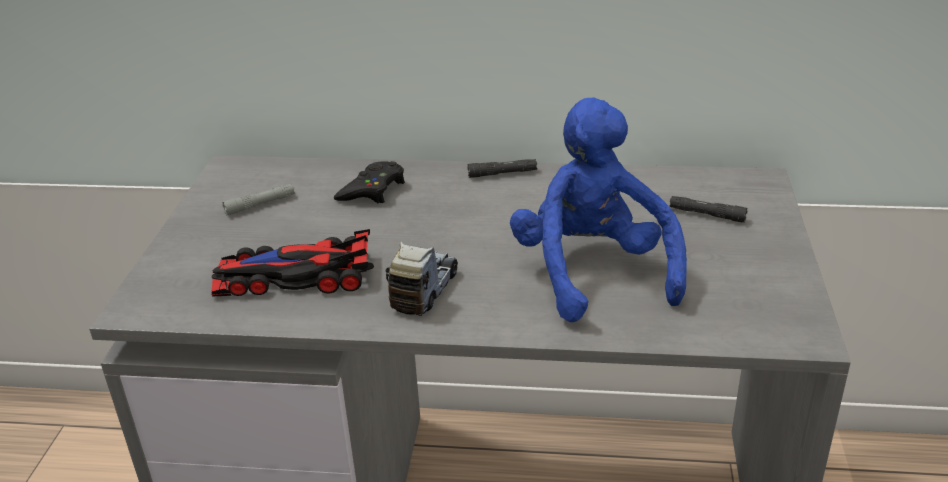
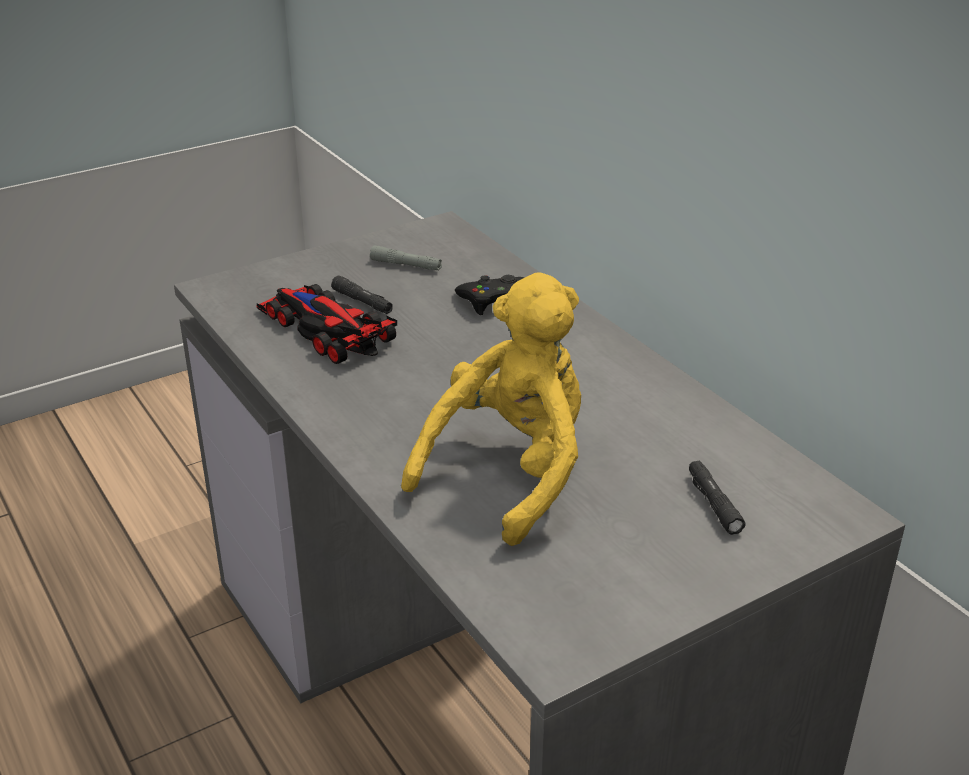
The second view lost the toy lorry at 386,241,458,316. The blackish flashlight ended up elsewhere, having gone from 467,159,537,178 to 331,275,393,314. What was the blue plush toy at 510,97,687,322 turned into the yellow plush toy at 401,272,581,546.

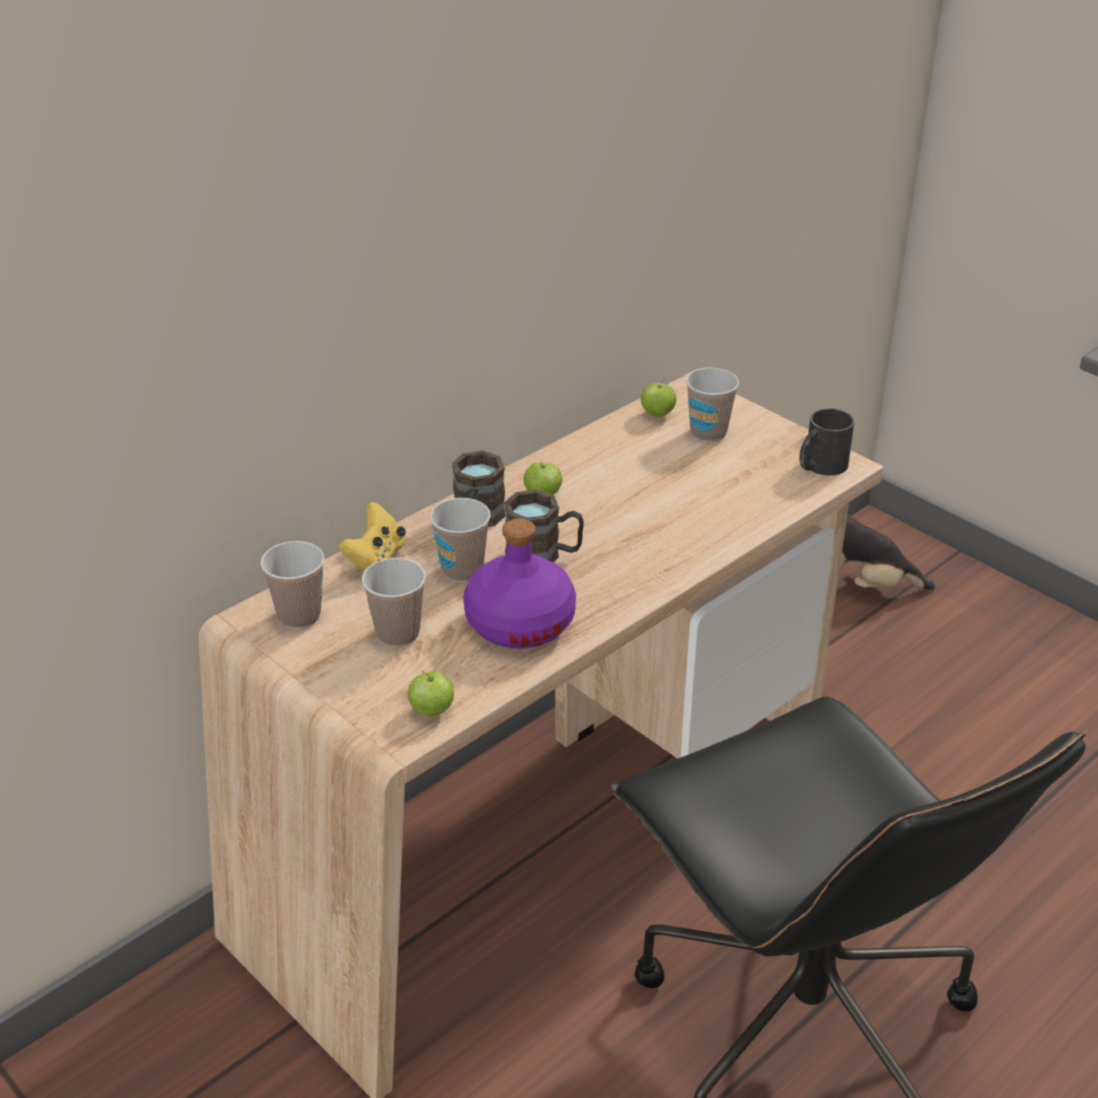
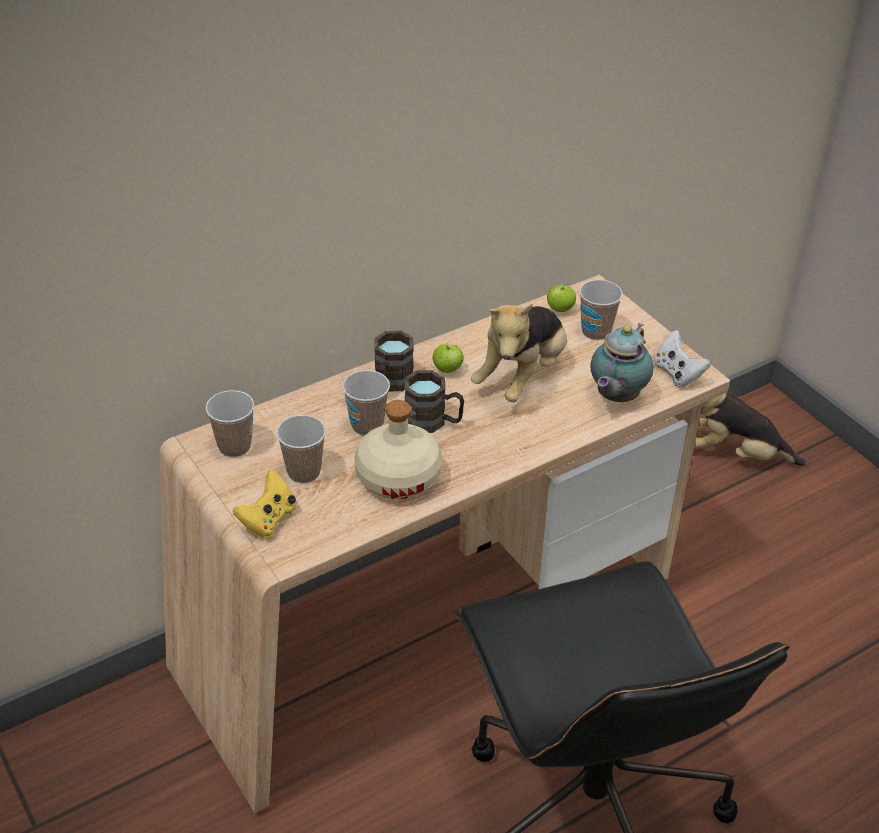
The yellow gamepad ended up elsewhere, having gone from 339,502,406,571 to 233,470,296,538. The second view lost the apple fruit at 407,671,454,717. What was the purplish beverage bottle at 463,518,576,648 turned into the beige-coloured beverage bottle at 354,400,442,499. Where the blackish mug stood at 799,408,854,476, the whitish gamepad came to stand at 654,330,711,387. The second view gained the plush toy at 471,304,567,402. The second view gained the pot for tea at 591,323,654,402.

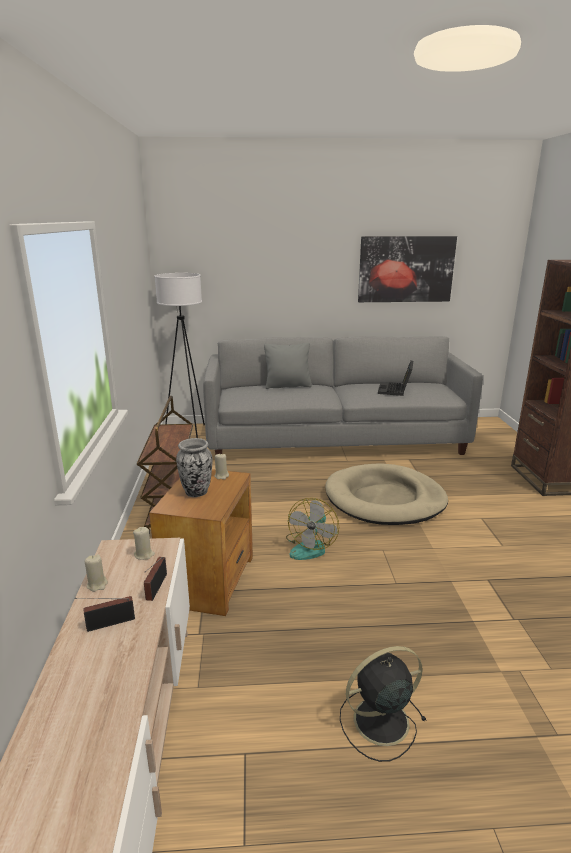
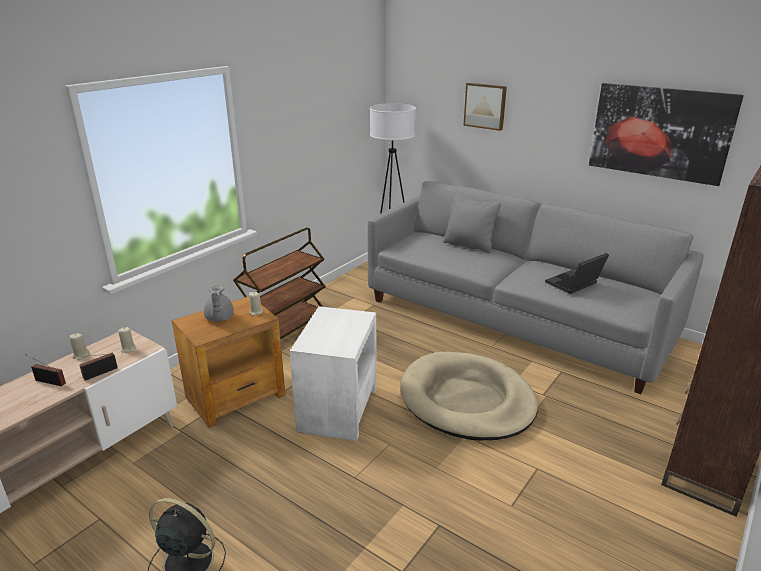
Where the vase stood at 176,438,212,497, the grey pot for tea came to stand at 204,286,234,322. Where the fan stood at 286,498,339,560, the whitish end table came to stand at 290,306,377,441. The second view gained the wall picture at 463,83,507,131.

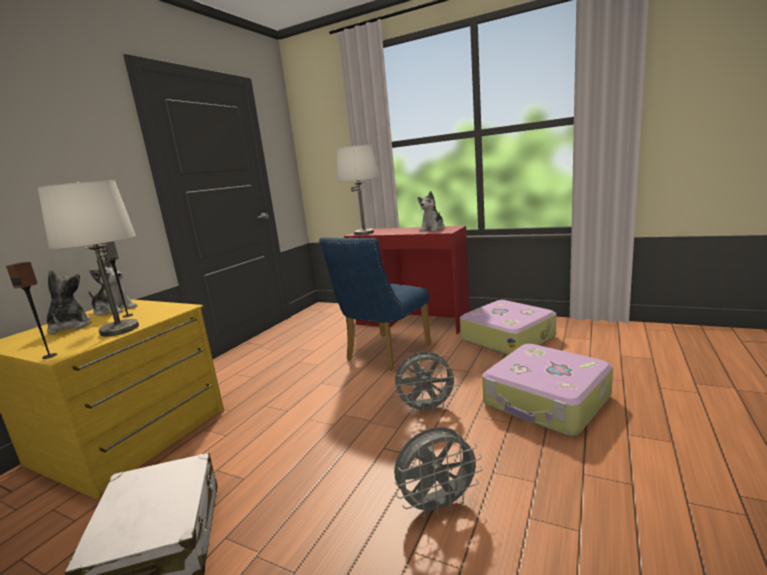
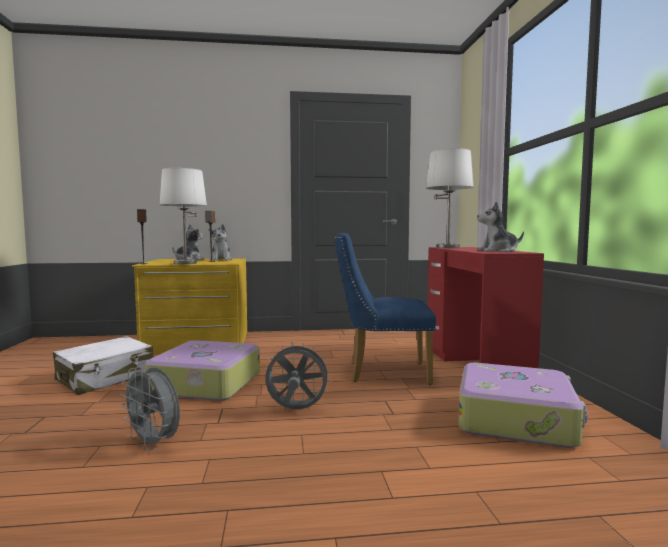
The grey fan at 393,351,459,414 ended up facing another way, 135 degrees clockwise from before. The piece of luggage ended up elsewhere, having gone from 482,344,613,436 to 145,340,260,401.

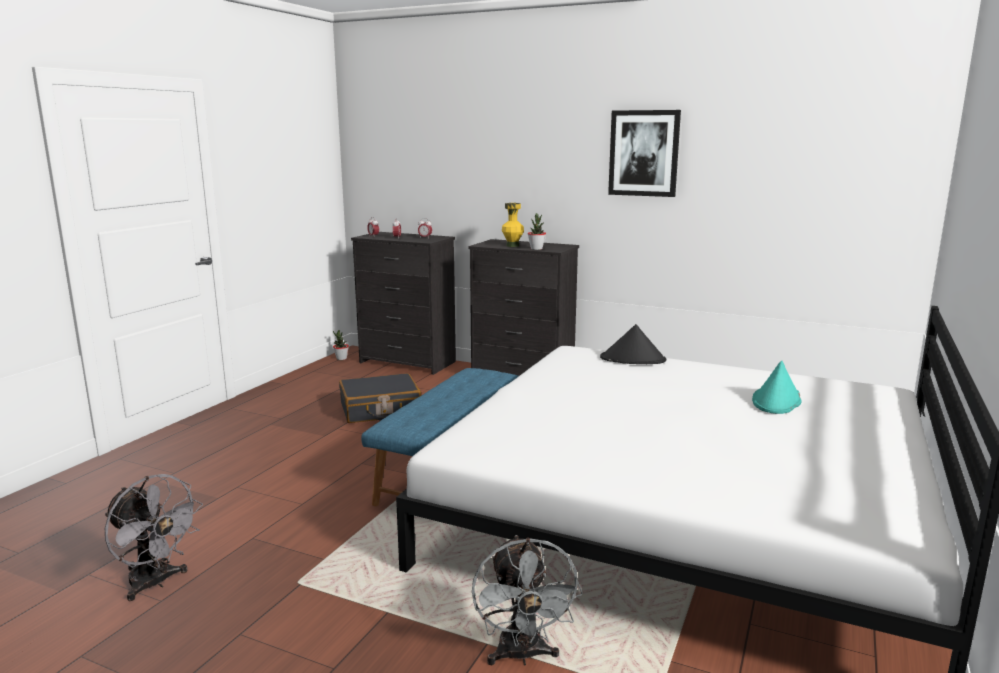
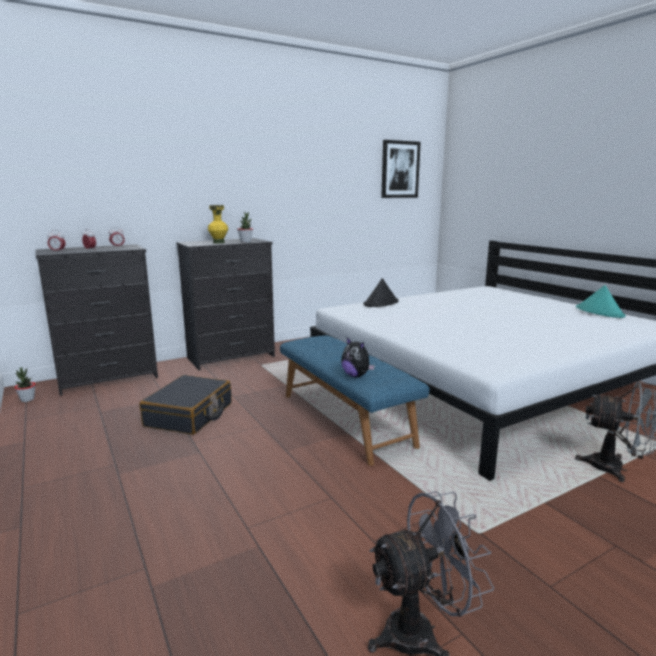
The wall picture ended up elsewhere, having gone from 608,110,681,197 to 381,140,421,198. The turquoise-coloured clothing hat ended up elsewhere, having gone from 752,361,802,414 to 576,285,626,318. The second view gained the plush toy at 341,338,375,377.

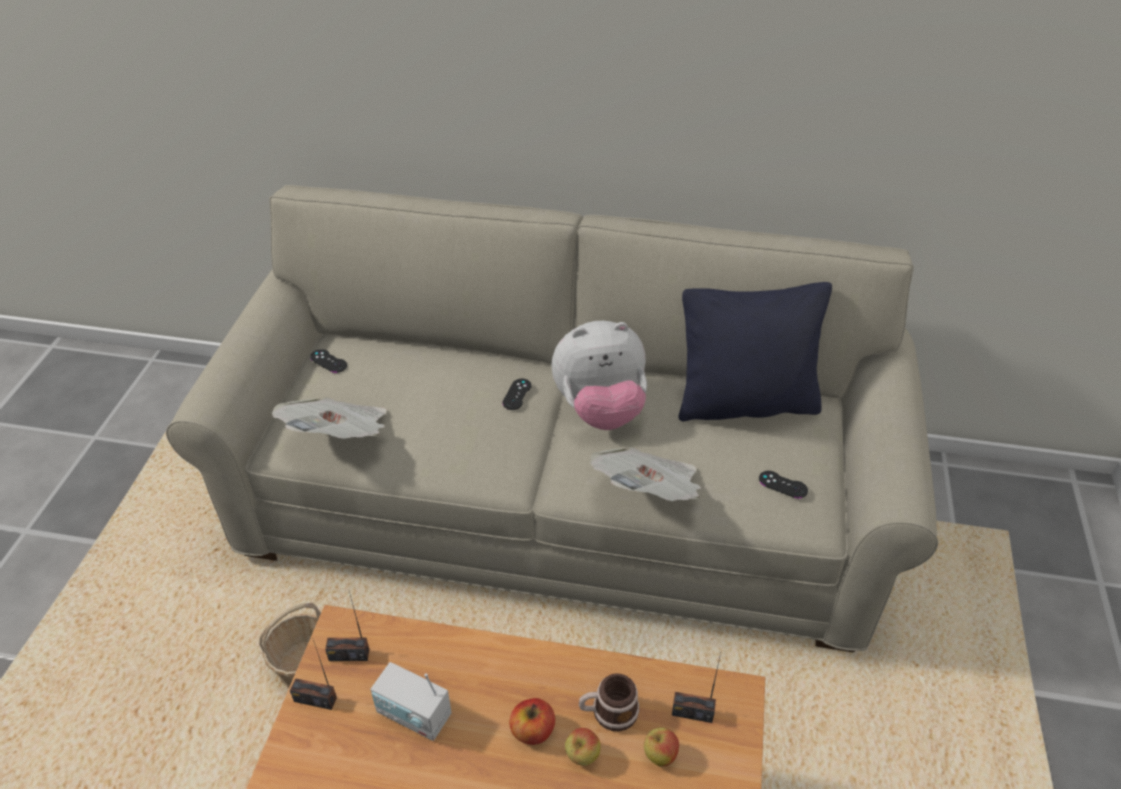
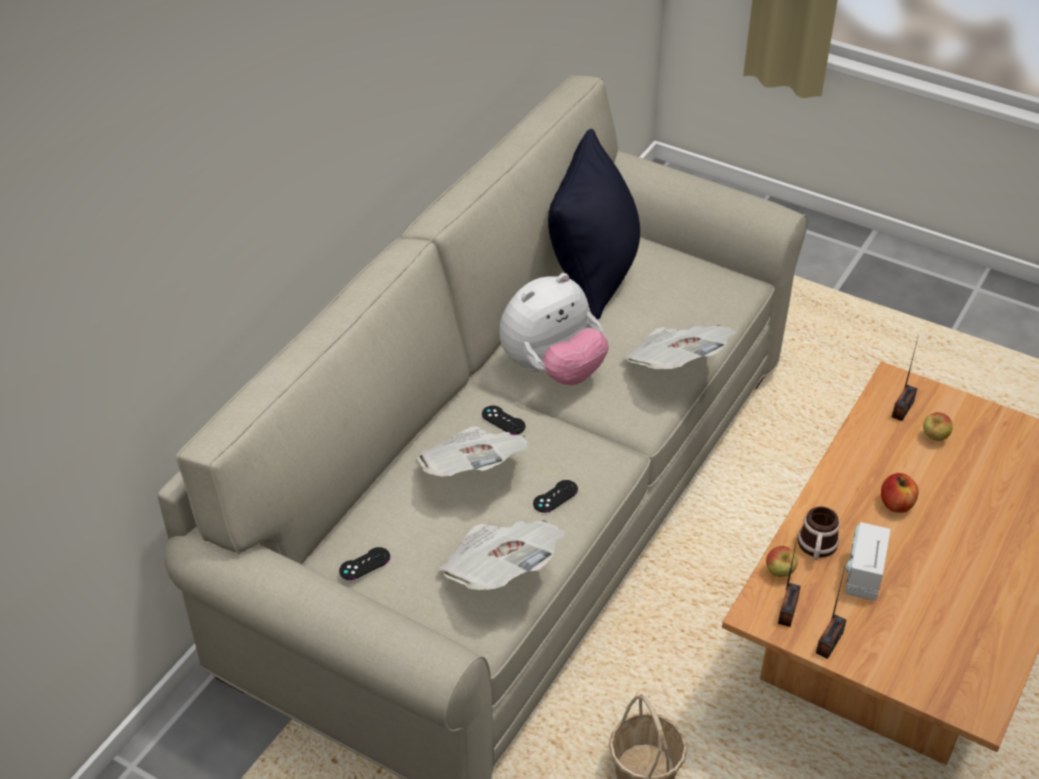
The radio receiver at 370,662,452,741 ended up facing another way, 150 degrees clockwise from before. The plush toy at 551,321,647,430 ended up facing another way, 45 degrees clockwise from before. The apple fruit ended up elsewhere, having gone from 565,728,601,766 to 766,546,798,577. The mug ended up elsewhere, having gone from 579,673,639,731 to 798,506,840,560. The blackish gamepad ended up elsewhere, having gone from 759,471,808,498 to 533,480,578,513. The second view gained the printed paper at 417,426,528,476.

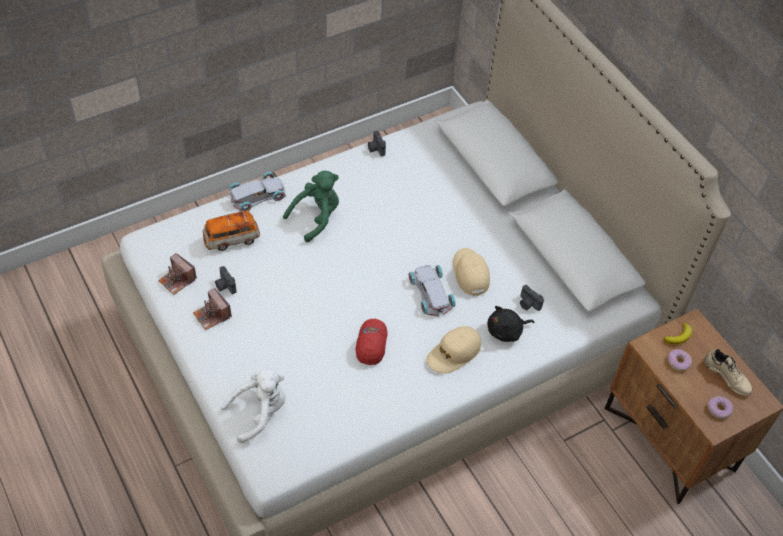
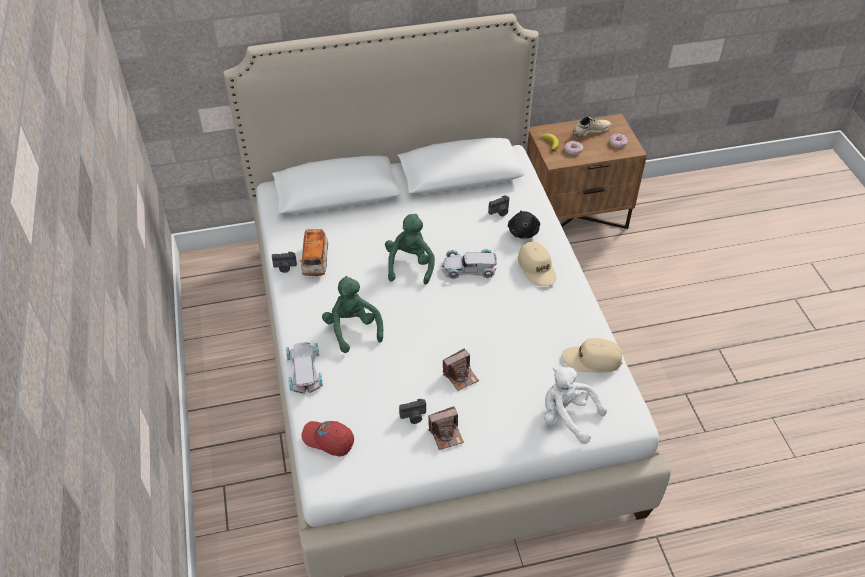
The still camera ended up elsewhere, having gone from 158,253,197,295 to 443,348,479,391. The model car ended up elsewhere, having gone from 202,211,260,251 to 300,229,328,276. The whitish plush toy at 221,369,286,443 ended up facing another way, 45 degrees counterclockwise from before. The reddish cap ended up elsewhere, having gone from 356,319,388,365 to 301,421,354,457. The beige-coloured cap ended up elsewhere, having gone from 453,248,490,296 to 562,338,622,373. The second view gained the green plush toy at 385,214,435,284.

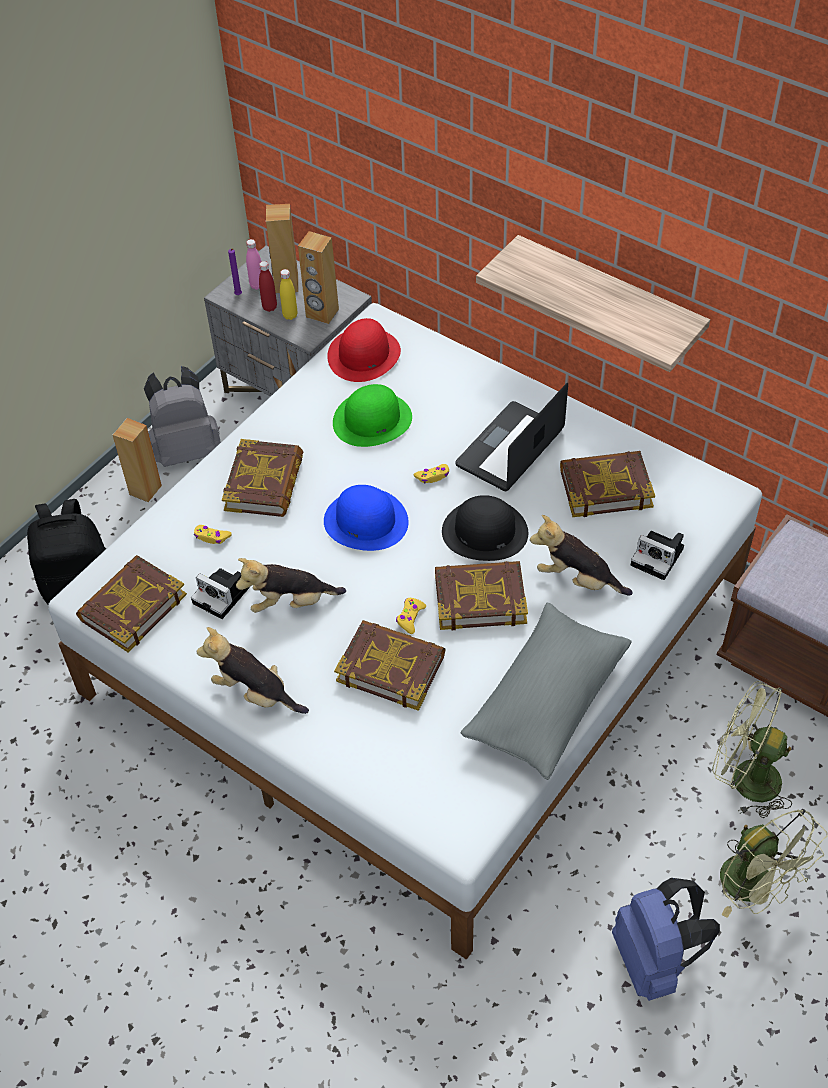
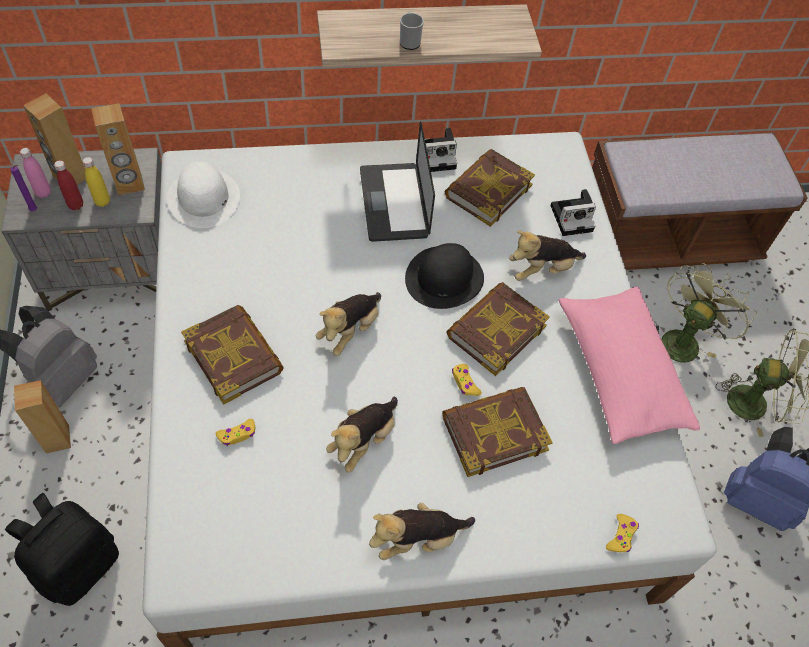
The second view lost the volume at 76,555,187,652. The still camera ended up elsewhere, having gone from 191,568,250,619 to 425,128,457,172. Where the blue clothing hat stood at 324,485,409,551, the plush toy came to stand at 316,292,381,356. What was the reddish clothing hat at 327,318,401,382 turned into the whitish clothing hat at 166,161,240,228. The second view lost the green clothing hat at 333,384,412,447. The yellow gamepad ended up elsewhere, having gone from 414,464,449,483 to 606,514,639,552. What was the grey cushion at 461,603,631,780 turned into the pink cushion at 559,287,700,444. The green fan at 712,681,792,818 ended up facing another way, 150 degrees clockwise from before. The second view gained the mug at 400,12,424,50.

